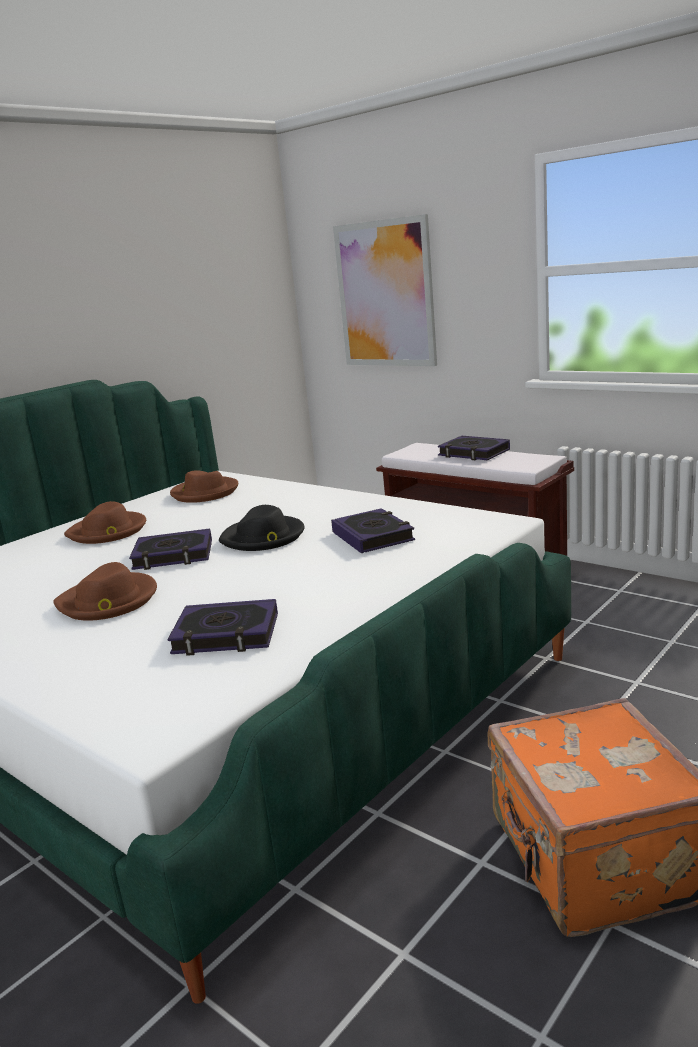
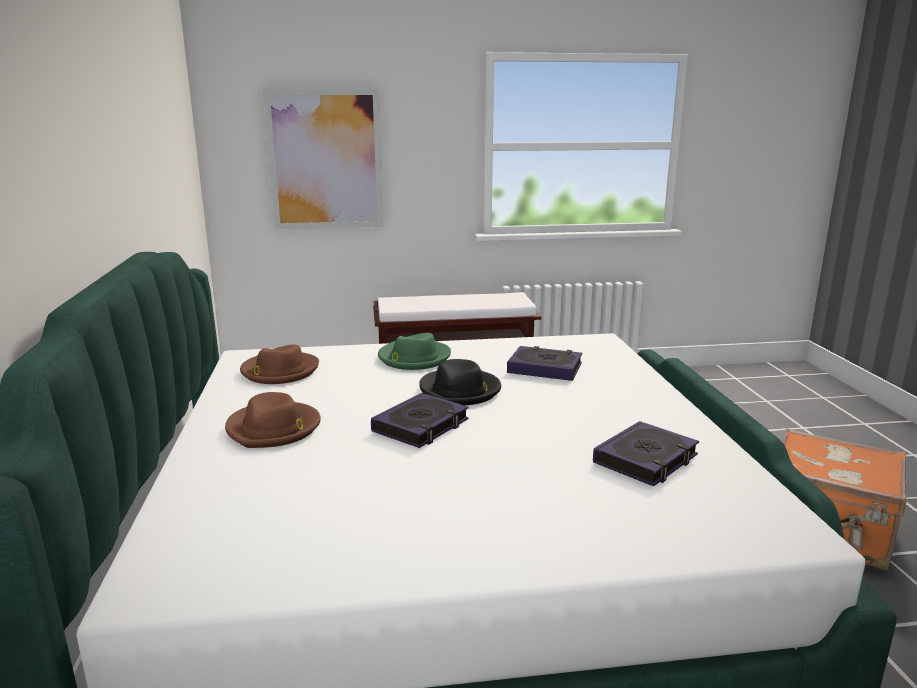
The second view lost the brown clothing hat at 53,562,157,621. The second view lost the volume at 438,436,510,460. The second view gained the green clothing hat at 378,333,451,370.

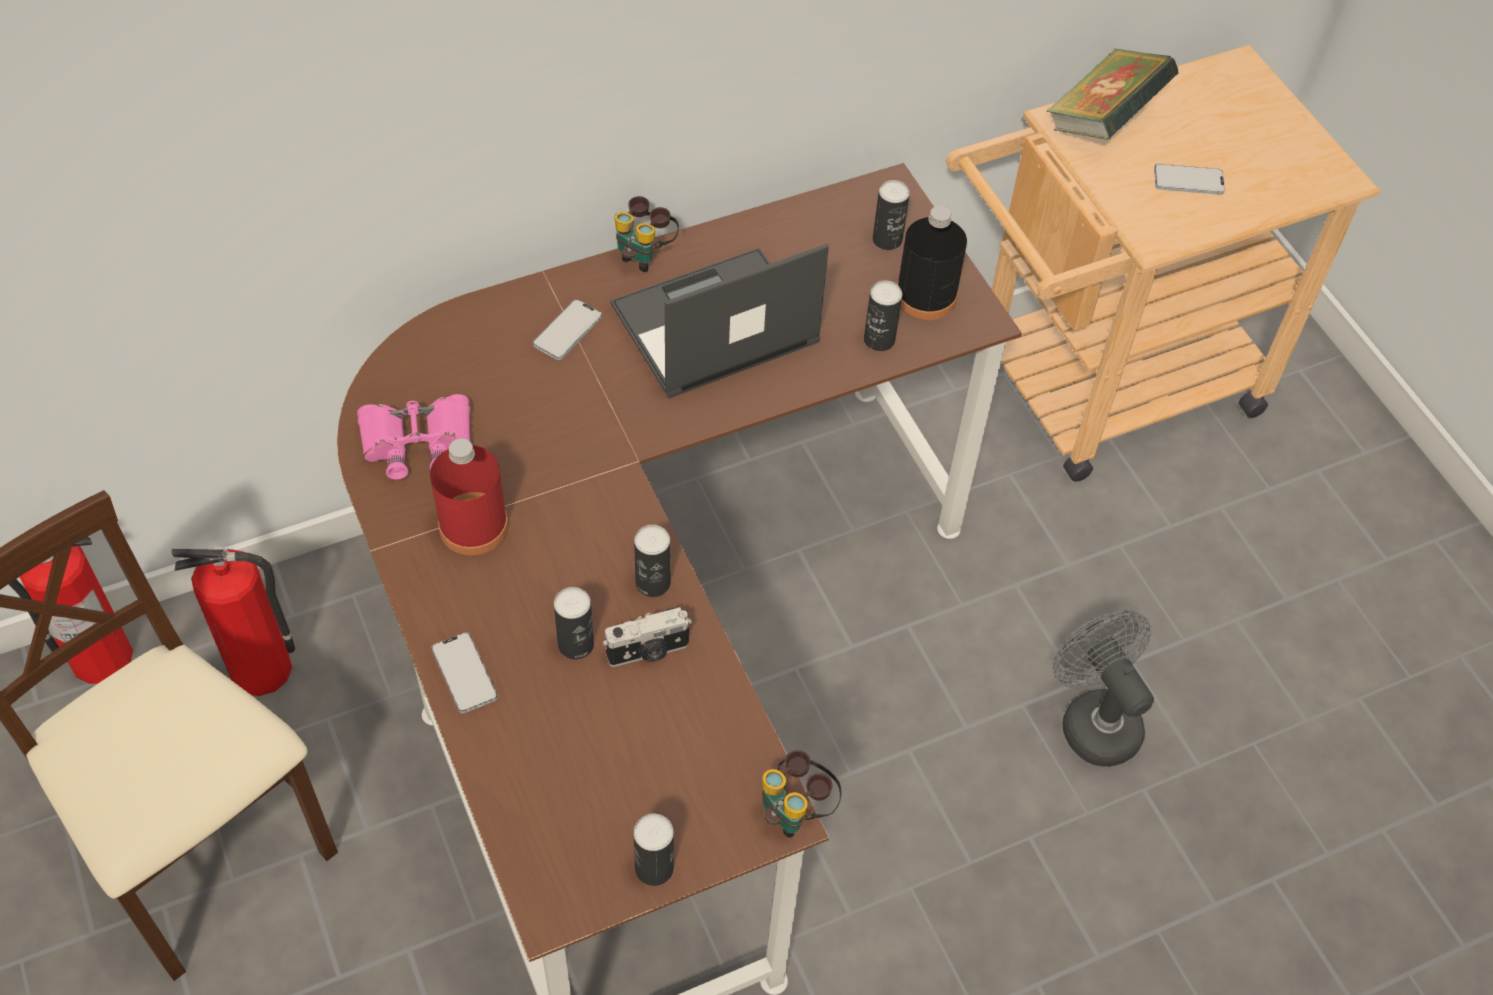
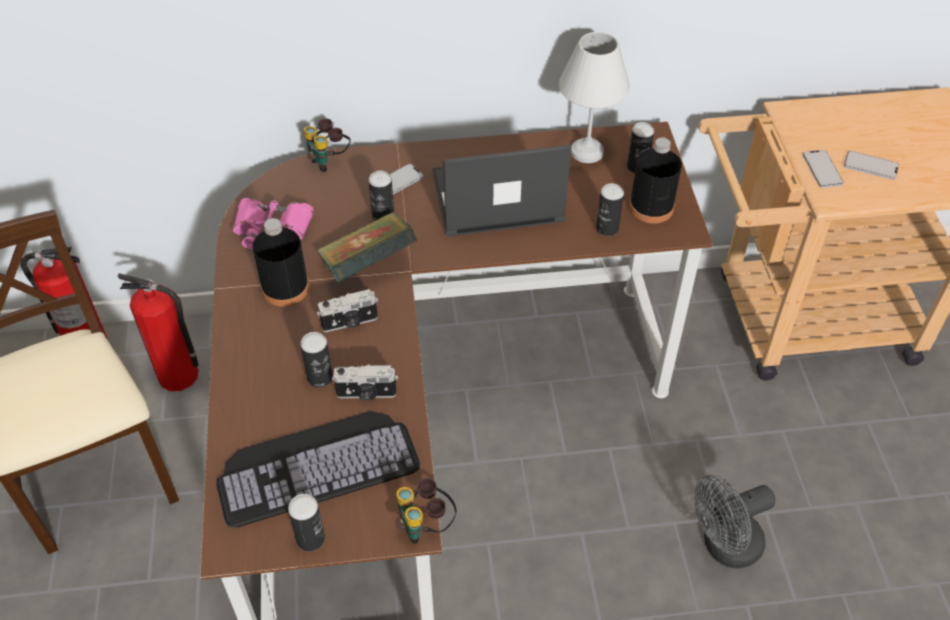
What was the reddish beverage bottle at 430,438,508,555 turned into the blackish beverage bottle at 252,218,310,307. The phone ended up elsewhere, having gone from 432,632,498,713 to 803,150,844,188. The pair of binoculars ended up elsewhere, having gone from 614,196,679,272 to 304,118,350,172. The sealed can ended up elsewhere, having gone from 634,525,670,597 to 368,171,394,221. The volume ended up elsewhere, having gone from 1047,49,1179,140 to 317,212,417,283. The grey fan at 1053,610,1154,767 ended up facing another way, 105 degrees counterclockwise from before. The second view gained the PC keyboard at 216,411,420,528. The second view gained the still camera at 317,289,378,332. The second view gained the whitish table lamp at 559,32,630,163.

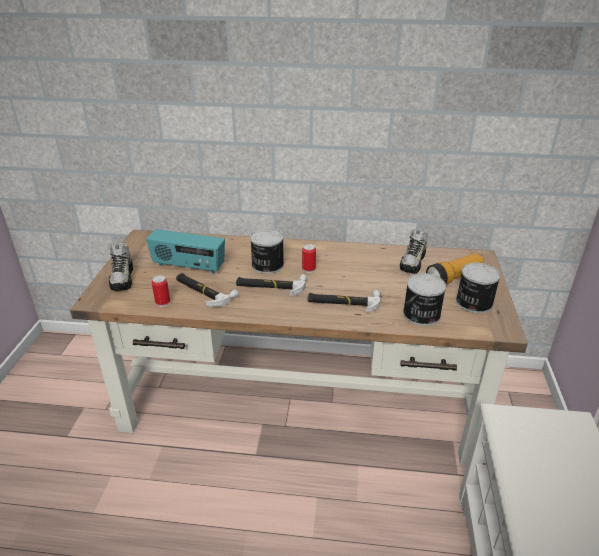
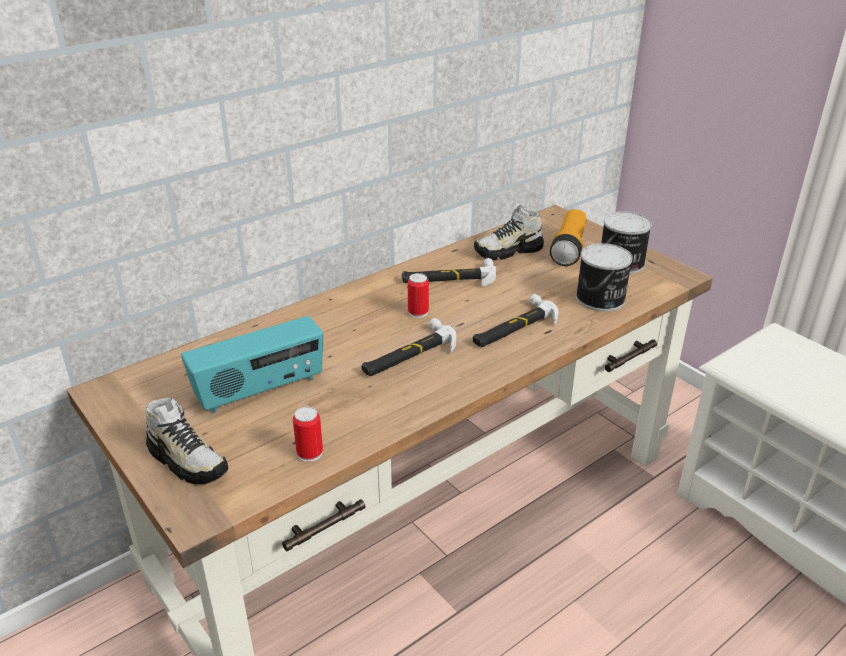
The hand hammer ended up elsewhere, having gone from 176,273,239,307 to 402,258,496,287. The second view lost the sealed can at 250,229,284,274. The low shoe at 400,229,428,274 ended up facing another way, 90 degrees clockwise from before.

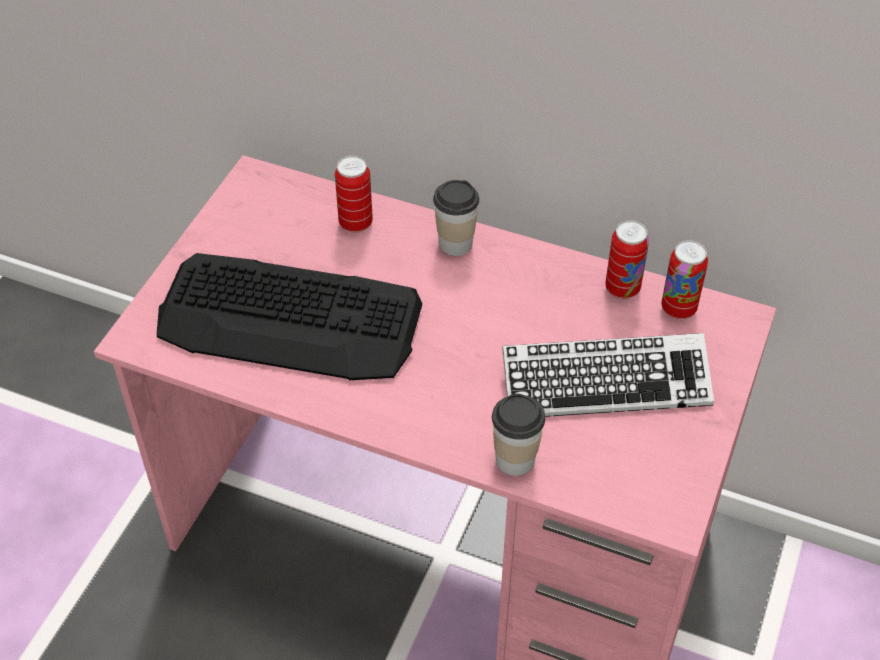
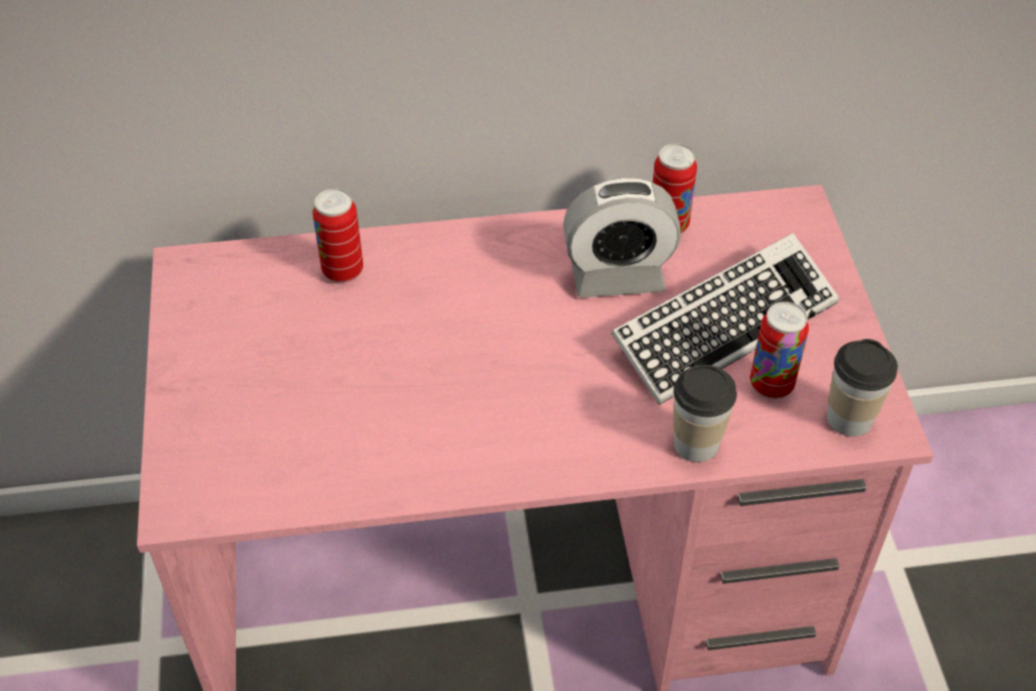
The second view lost the PC keyboard at 157,253,422,380. The small cup ended up elsewhere, having gone from 433,180,479,256 to 827,339,898,437. The sealed can ended up elsewhere, having gone from 661,240,708,319 to 750,302,809,399. The second view gained the alarm clock at 563,178,681,298.

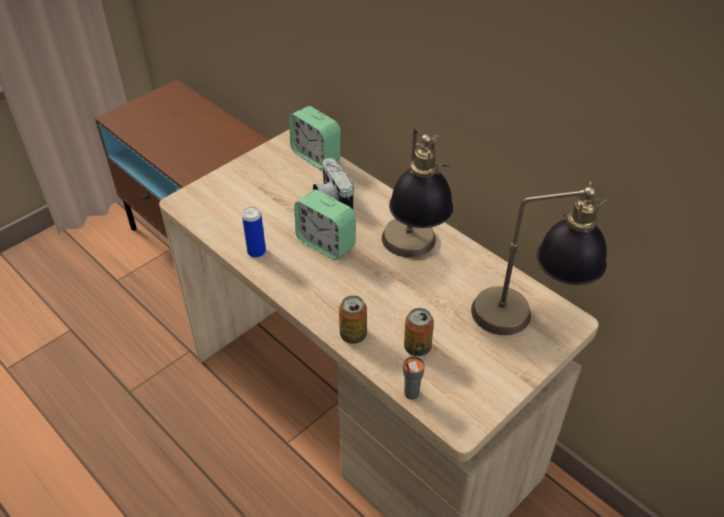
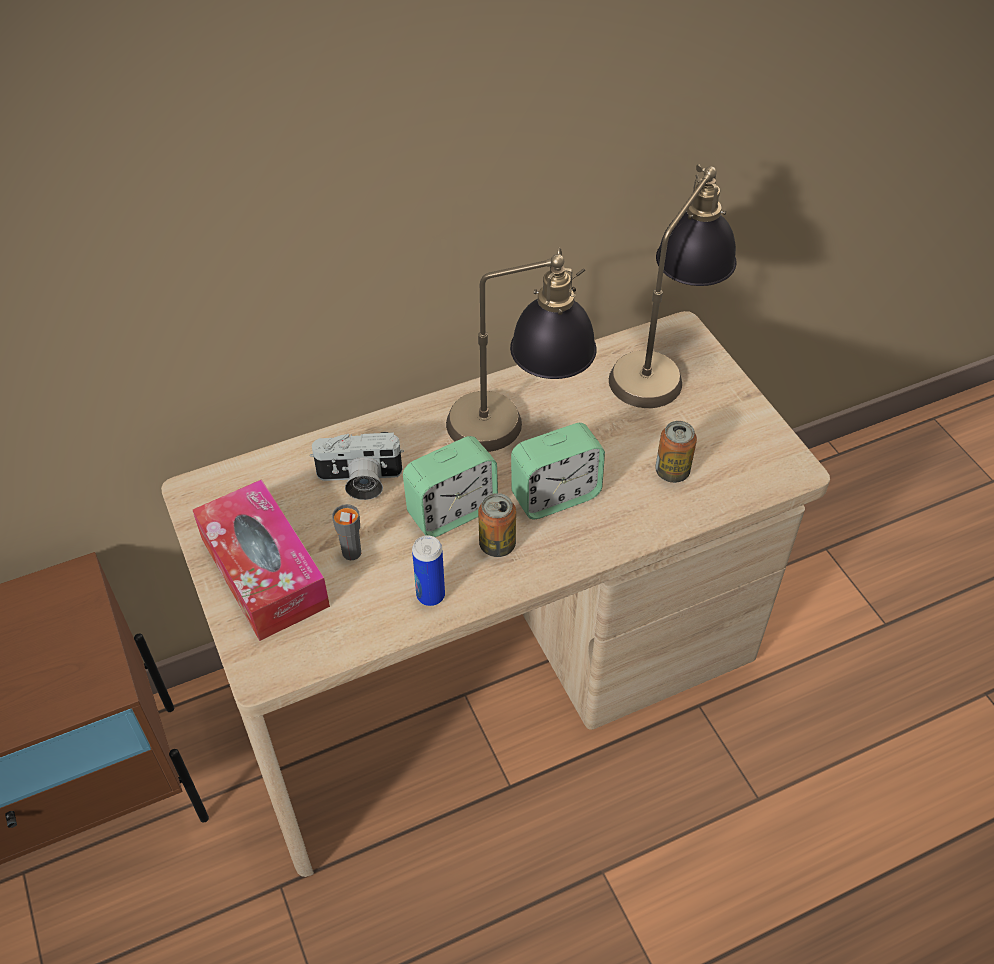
The alarm clock ended up elsewhere, having gone from 289,106,341,169 to 511,423,605,519. The sealed can ended up elsewhere, having gone from 339,295,367,344 to 478,493,516,557. The grey small cup ended up elsewhere, having gone from 403,356,425,400 to 332,504,361,560. The second view gained the box of tissues at 193,479,330,641.

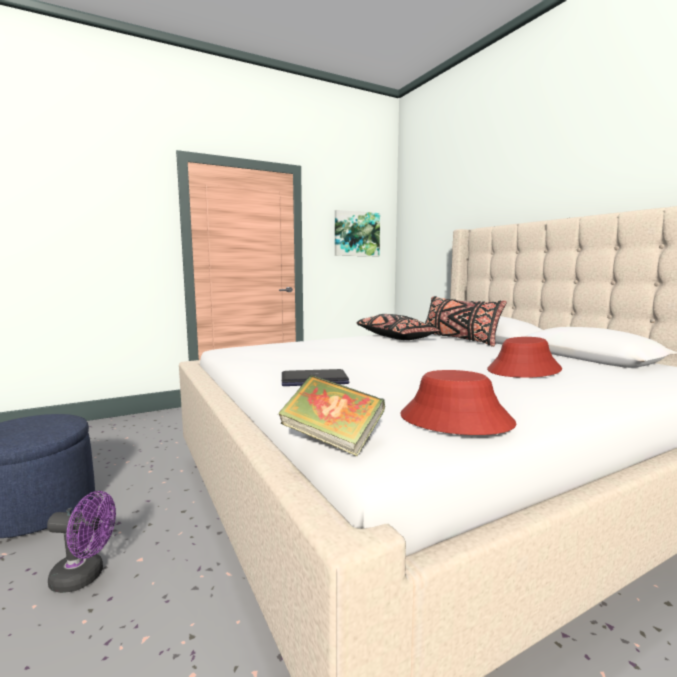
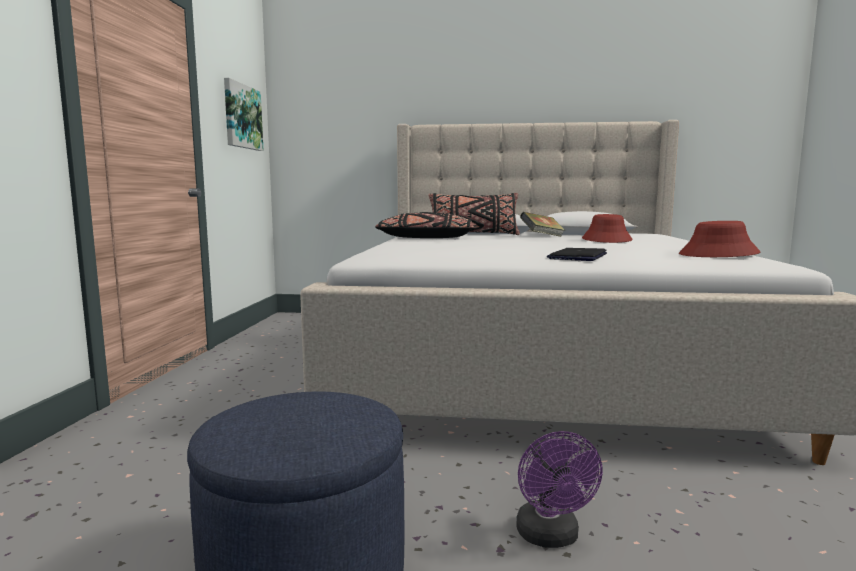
The purplish fan at 47,491,116,593 ended up facing another way, 135 degrees clockwise from before. The volume ended up elsewhere, having gone from 278,375,385,456 to 520,212,565,237.

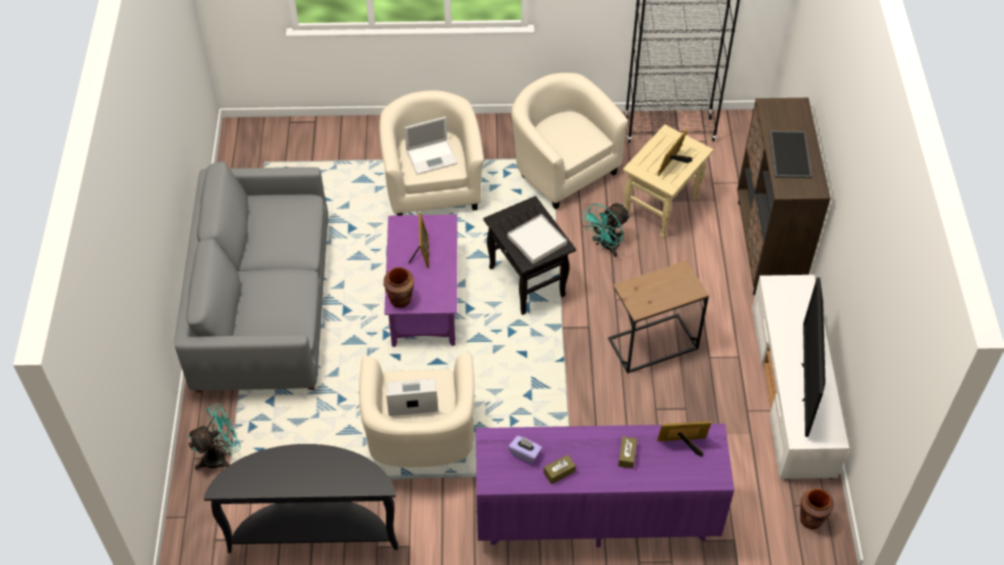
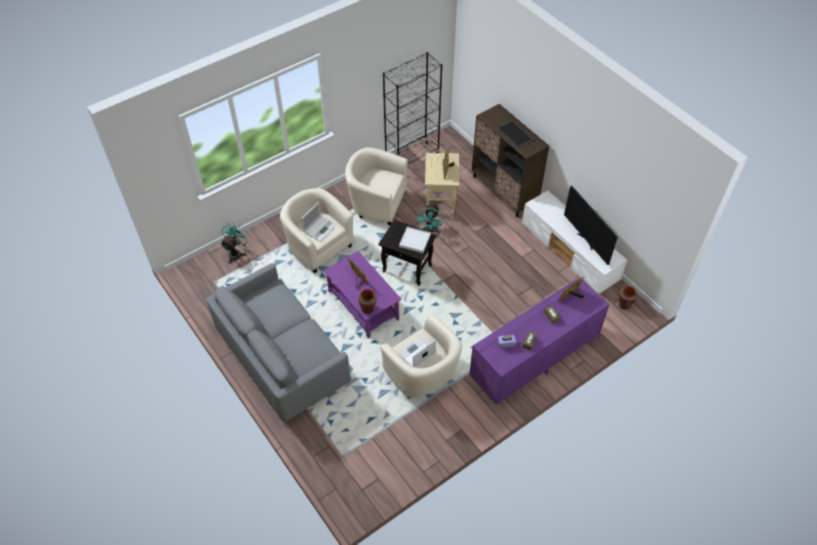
The turquoise-coloured fan ended up elsewhere, having gone from 187,403,241,470 to 221,222,248,264. The second view lost the blackish console table at 204,444,398,553. The second view lost the brown end table at 608,260,709,373.

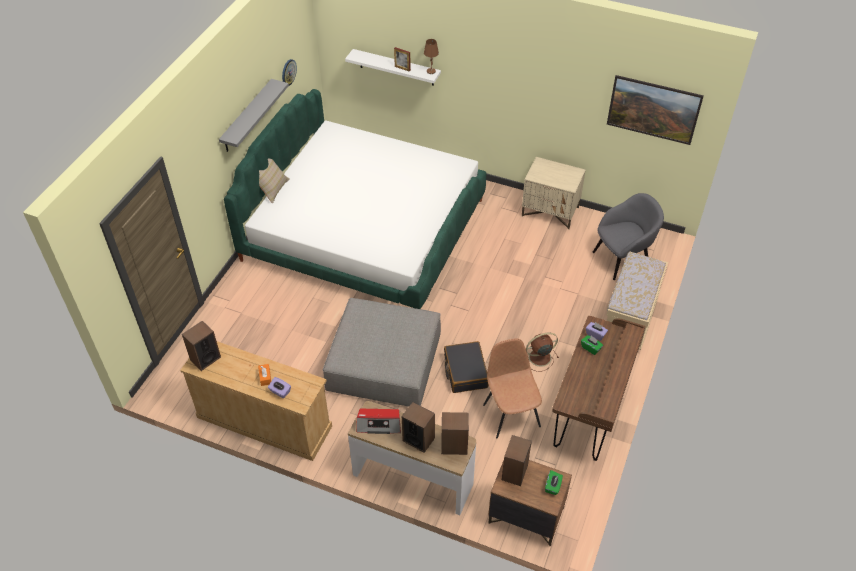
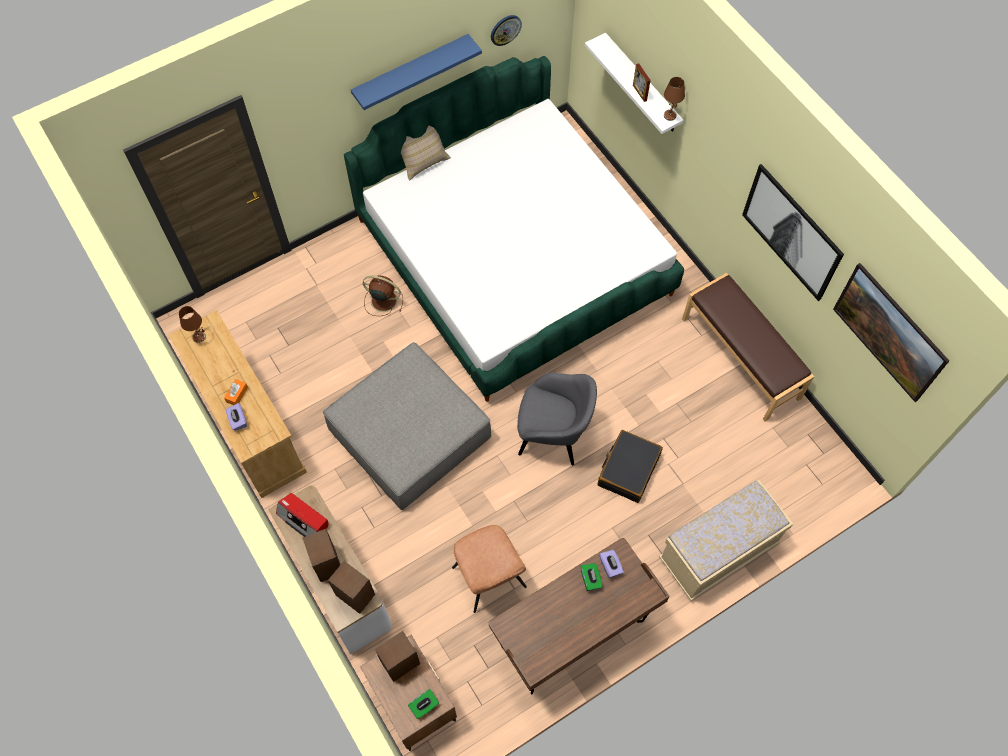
Where the speaker stood at 182,321,221,371, the brown table lamp came to stand at 179,306,206,343. What was the grey wall shelf at 219,79,289,152 turned into the blue wall shelf at 351,34,482,110. The blackish piece of luggage ended up elsewhere, having gone from 444,341,488,393 to 598,430,663,503. The brown chair at 483,338,542,438 ended up facing another way, 135 degrees clockwise from before. Where the beige-coloured nightstand stood at 522,157,586,229, the brown indoor bench came to stand at 682,273,814,422. The brown fan ended up elsewhere, having gone from 526,332,559,372 to 363,275,403,316. The grey armchair ended up elsewhere, having gone from 592,193,664,280 to 517,372,597,466. The second view gained the wall picture at 742,164,844,301.

